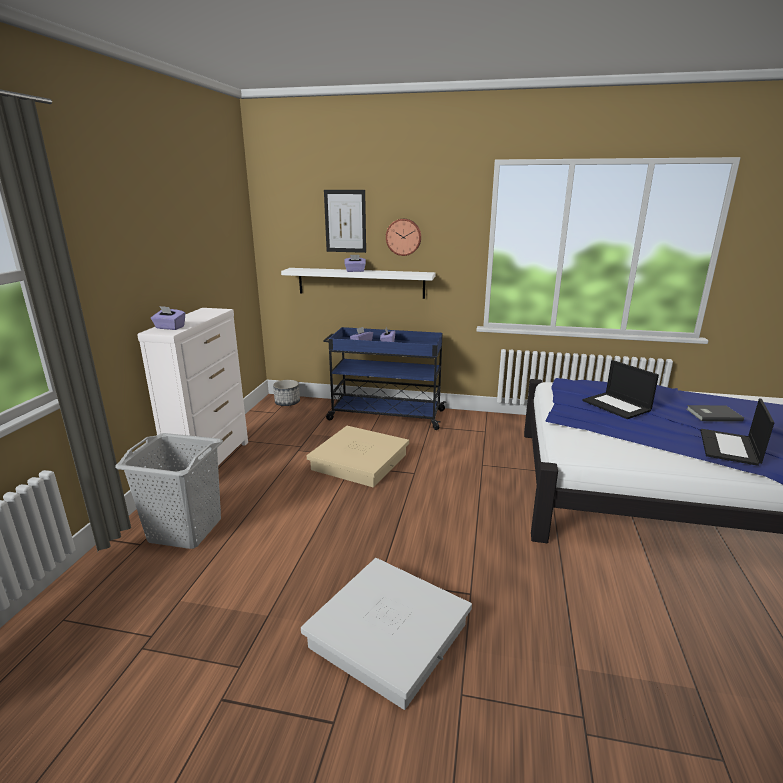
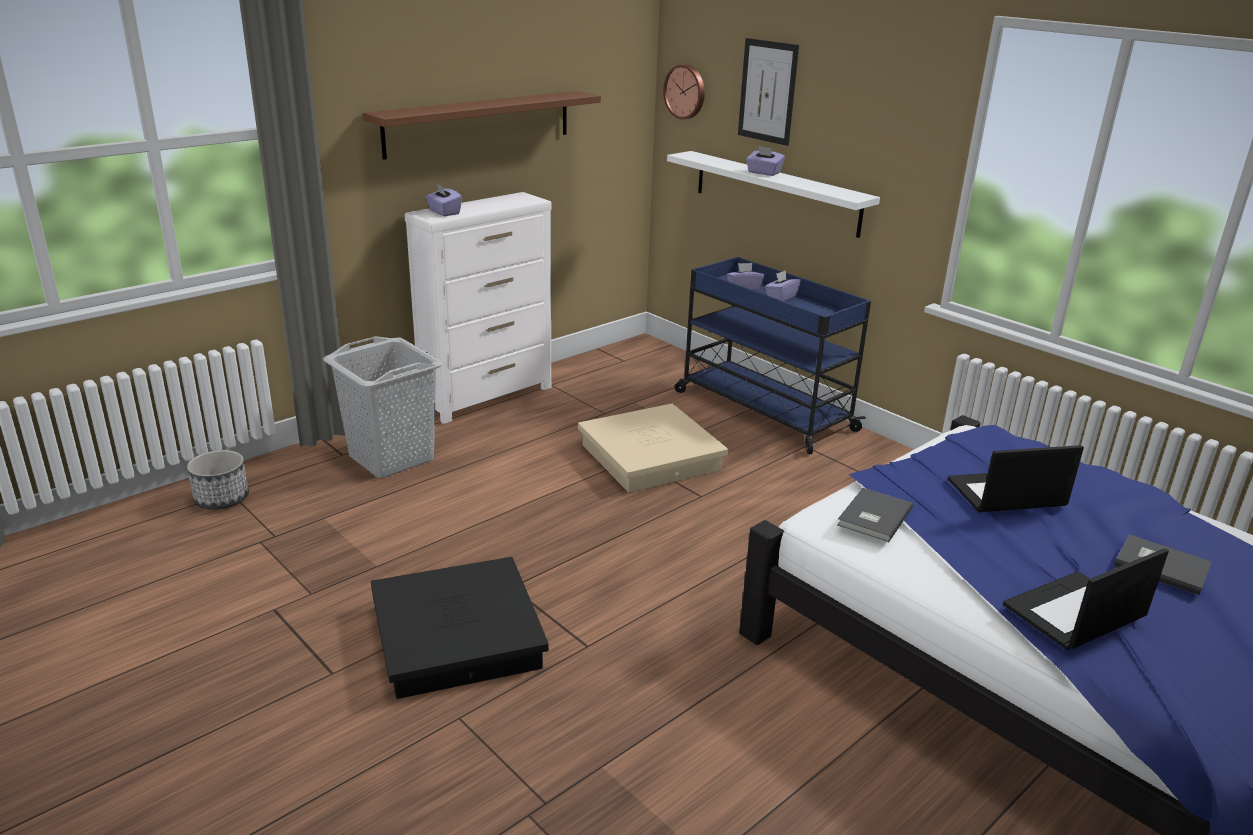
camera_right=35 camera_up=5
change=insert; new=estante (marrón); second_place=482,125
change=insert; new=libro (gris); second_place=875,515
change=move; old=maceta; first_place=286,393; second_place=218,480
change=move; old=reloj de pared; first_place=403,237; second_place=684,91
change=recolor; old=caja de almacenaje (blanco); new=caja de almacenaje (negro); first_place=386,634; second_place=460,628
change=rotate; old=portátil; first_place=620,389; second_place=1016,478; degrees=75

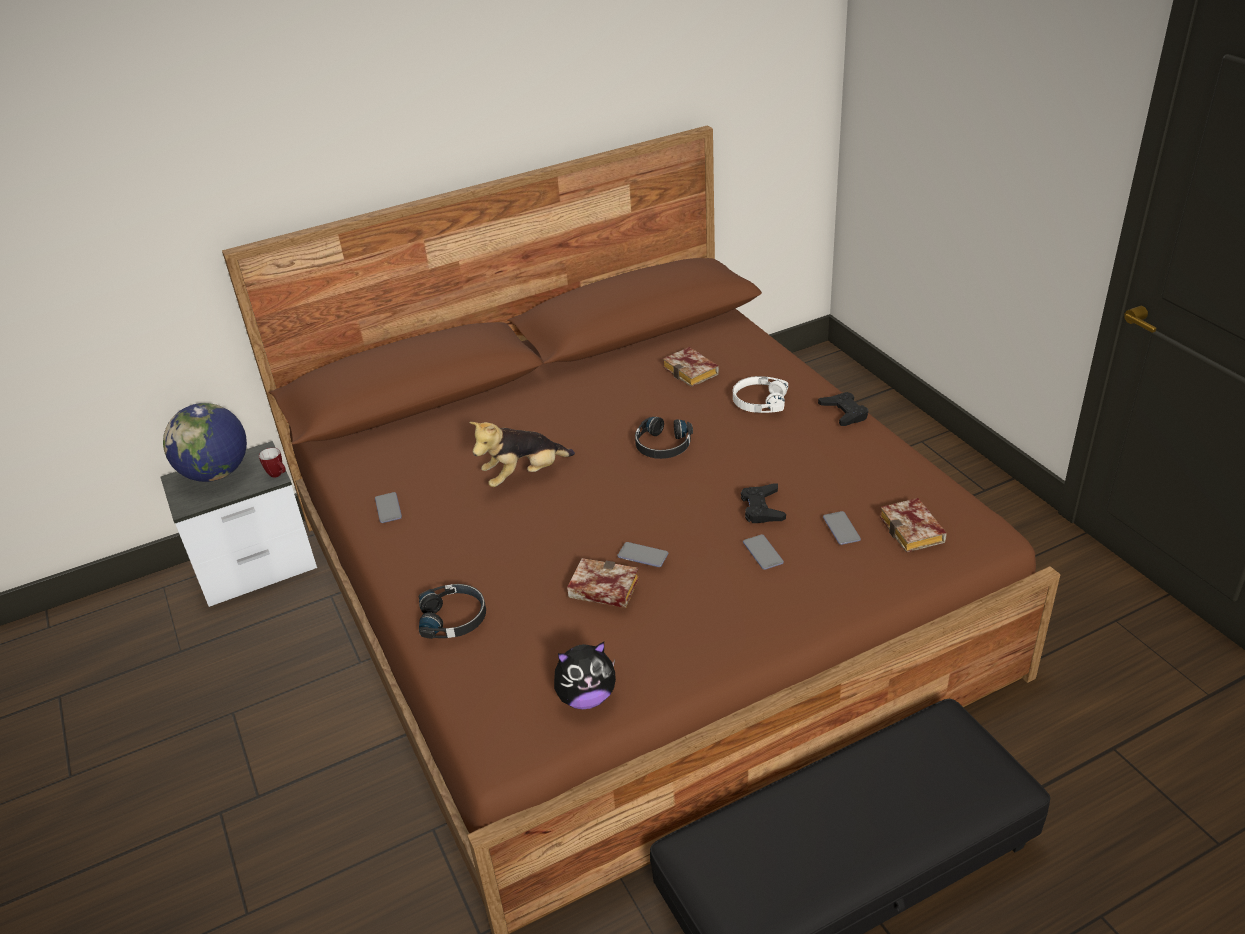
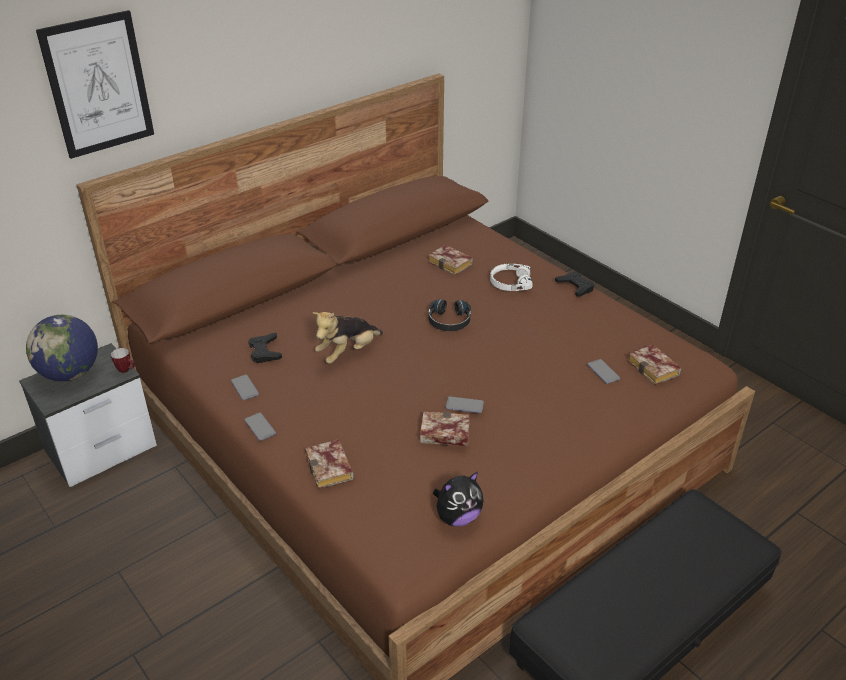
camera_right=-15 camera_up=0
change=insert; new=cuadro; second_place=95,84
change=move; old=mando de consola (negro); first_place=763,503; second_place=265,348
change=move; old=móvil; first_place=763,552; second_place=260,427
change=replace; old=auriculares (negro); new=libro; first_place=452,611; second_place=329,464

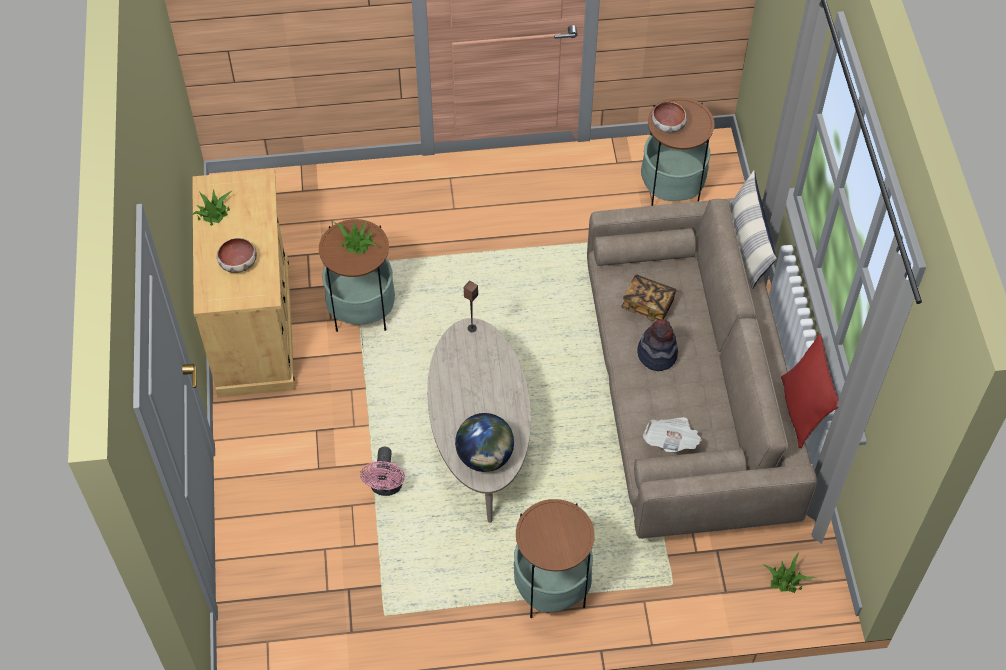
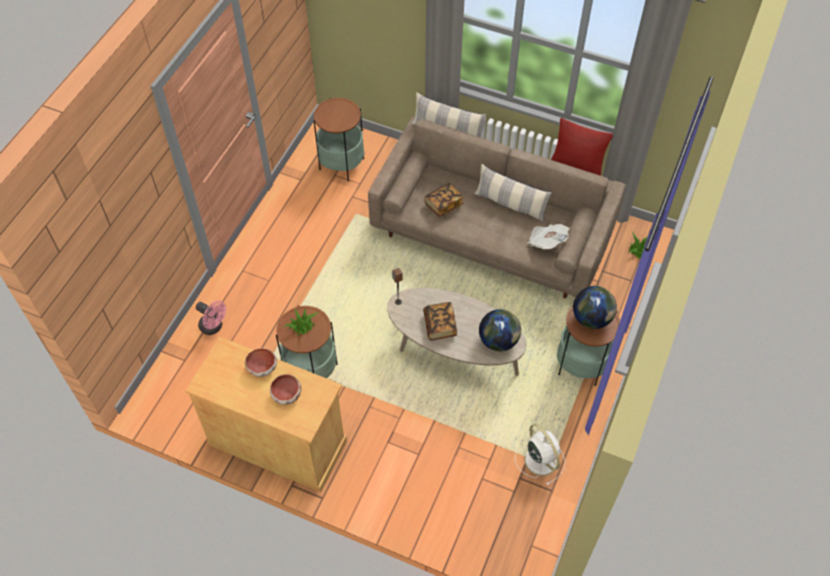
camera_right=-60 camera_up=0
change=delete; old=planta en maceta; first_place=212,207
change=delete; old=sombrero; first_place=657,345
change=insert; new=libro; second_place=440,321
change=insert; new=cojín; second_place=513,193
change=insert; new=ventilador (blanco); second_place=540,454
change=insert; new=globo terráqueo; second_place=595,307
change=move; old=ventilador (rosa); first_place=382,471; second_place=211,318
change=move; old=cuenco; first_place=669,117; second_place=261,362

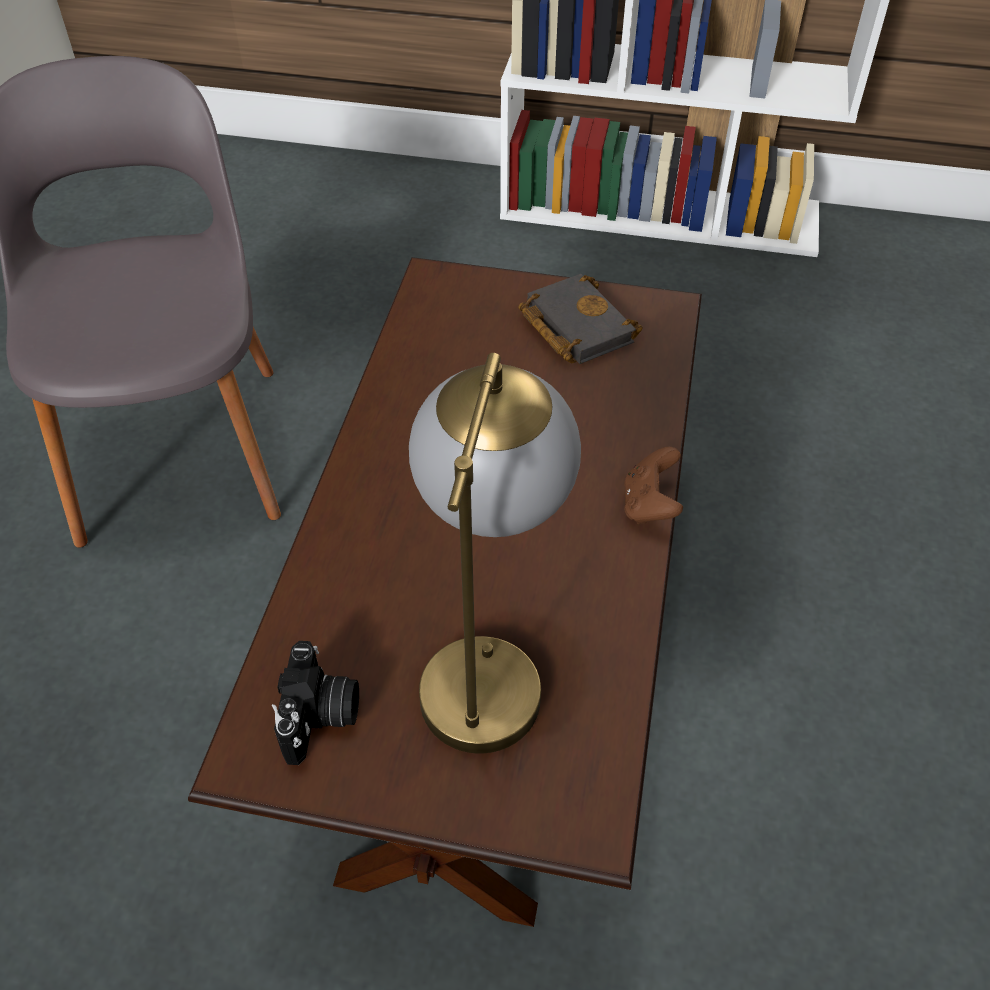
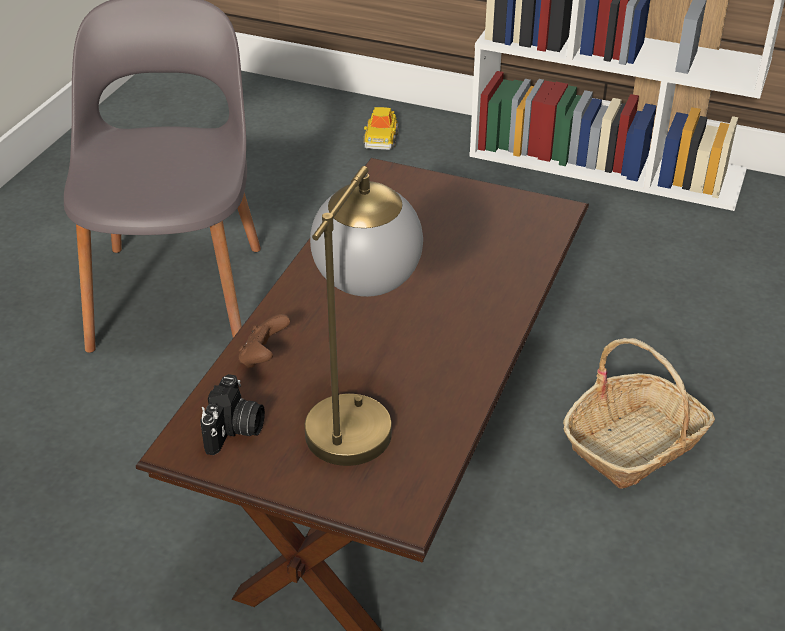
camera_right=10 camera_up=-10
change=delete; old=libro (negro); first_place=580,319
change=insert; new=coche de juguete; second_place=381,128
change=insert; new=cesta; second_place=639,413
change=move; old=mando de consola (marrón); first_place=653,485; second_place=264,341

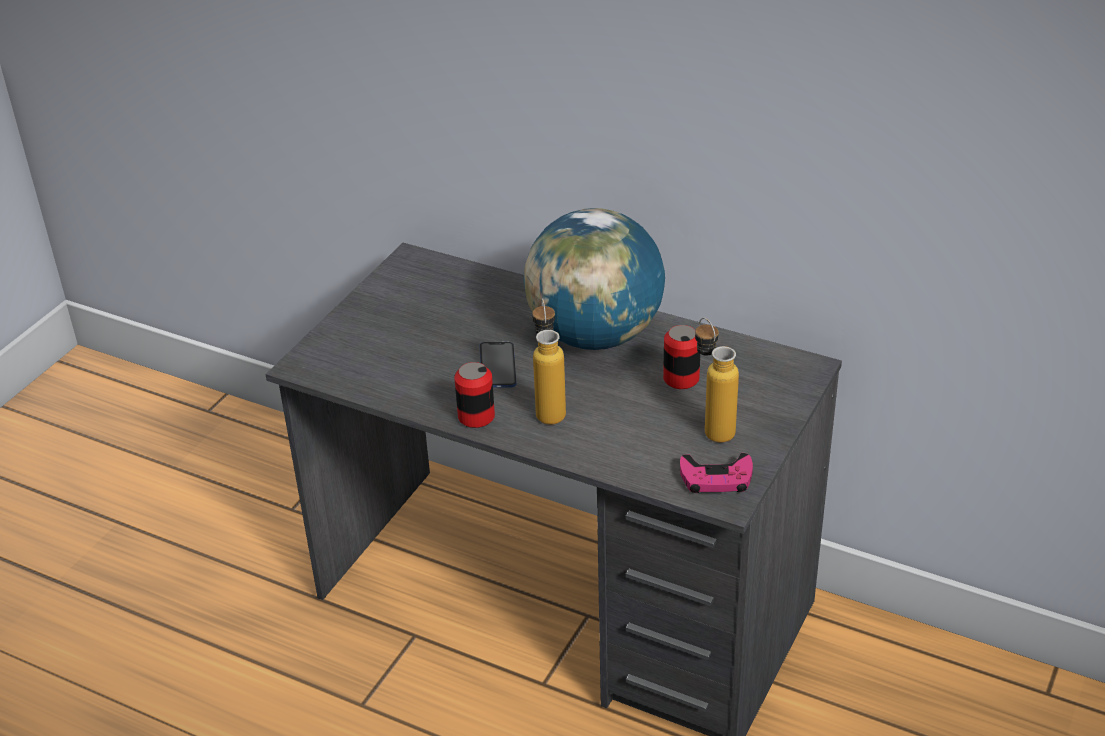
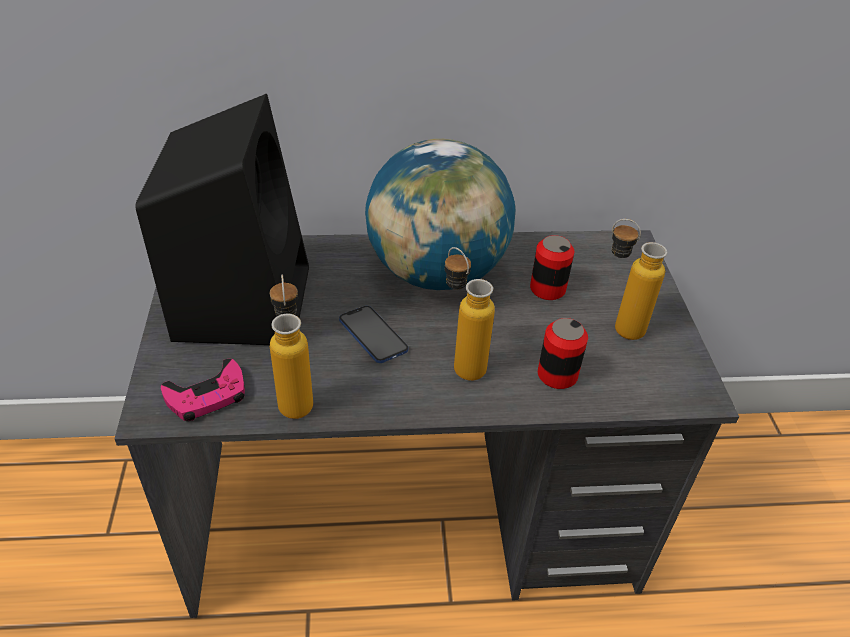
camera_right=-35 camera_up=5
change=insert; new=altavoz (negro); second_place=222,219
change=insert; new=botella; second_place=291,346
change=move; old=lata; first_place=474,395; second_place=563,353
change=move; old=mando de consola (rosa); first_place=716,473; second_place=203,390

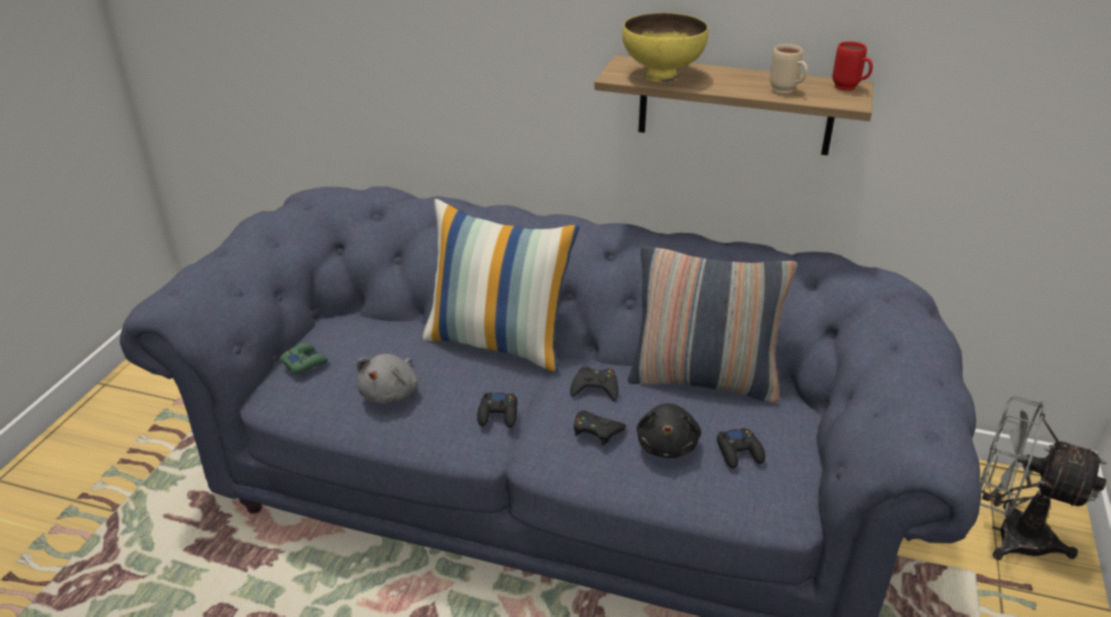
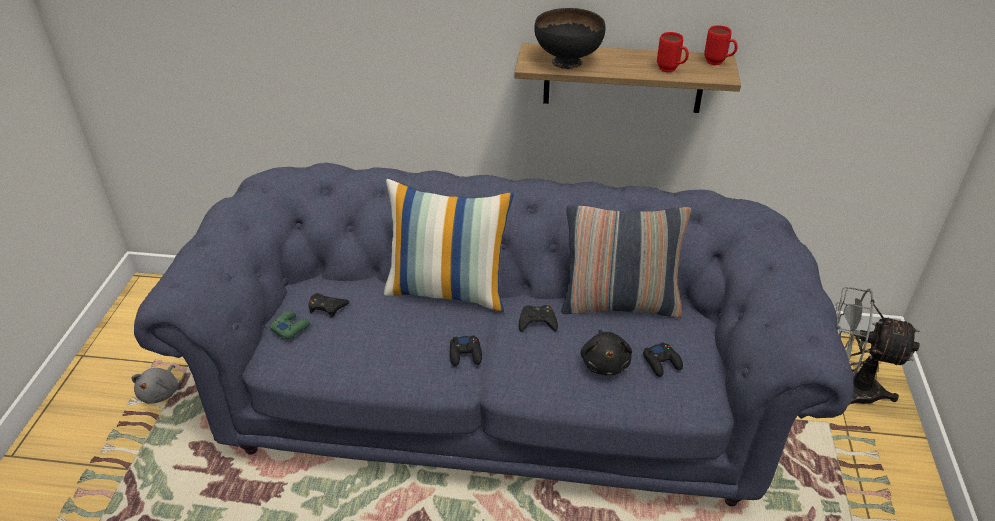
camera_right=-10 camera_up=5
change=move; old=peluche (gris); first_place=387,379; second_place=155,384
change=move; old=mando de consola (negro); first_place=600,428; second_place=328,305
change=recolor; old=cuenco (amarillo); new=cuenco (negro); first_place=665,48; second_place=569,38
change=recolor; old=taza grande (beis); new=taza grande (rojo); first_place=788,69; second_place=673,52

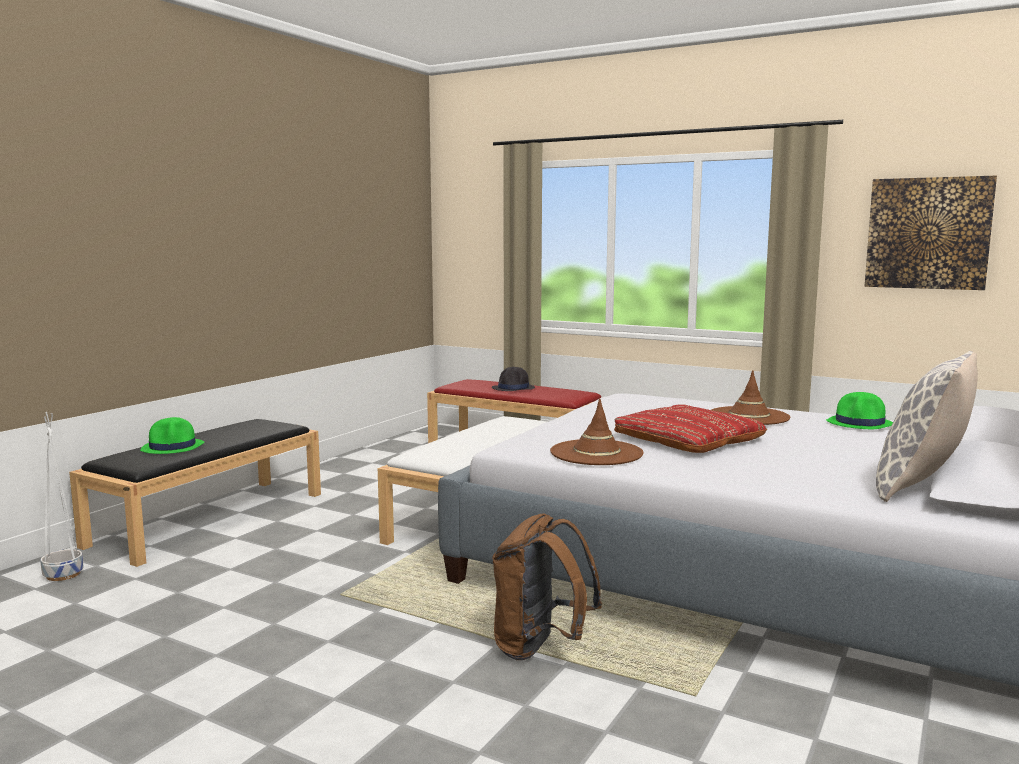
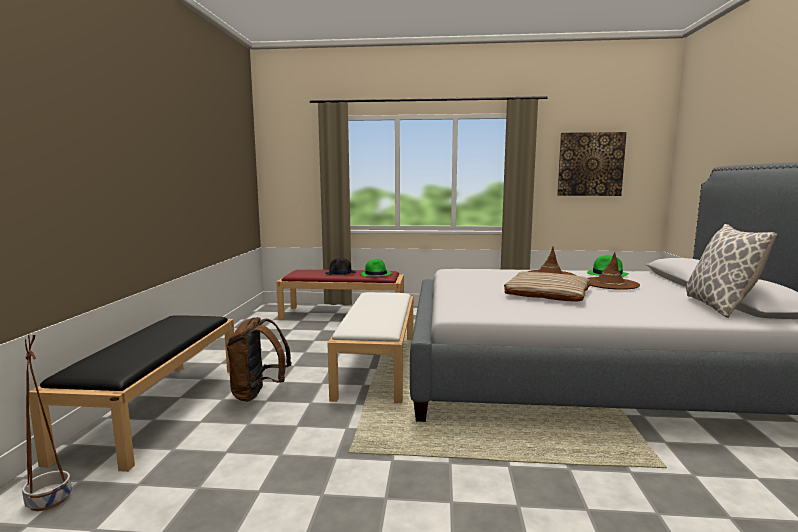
camera_right=-25 camera_up=0
change=move; old=sombrero (verde); first_place=172,435; second_place=376,268
change=move; old=mochila (marrón); first_place=547,586; second_place=259,359
change=move; old=sombrero (marrón); first_place=597,432; second_place=614,271
change=recolor; old=maceta (blanco); new=maceta (marrón); first_place=61,496; second_place=47,422
change=recolor; old=cojín (rojo); new=cojín (beis); first_place=690,428; second_place=547,286

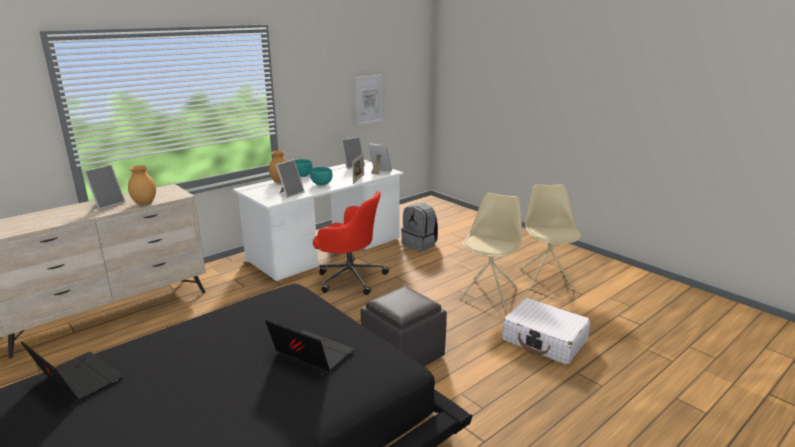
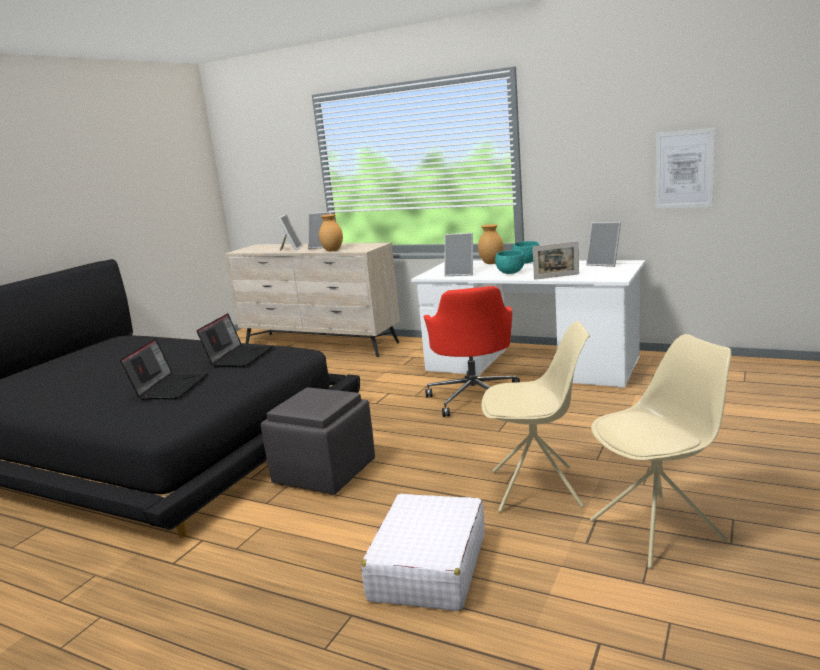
camera_right=70 camera_up=-5
change=delete; old=mochila (gris); first_place=419,227
change=move; old=portátil; first_place=72,371; second_place=235,340
change=move; old=portarretratos; first_place=380,159; second_place=290,232

